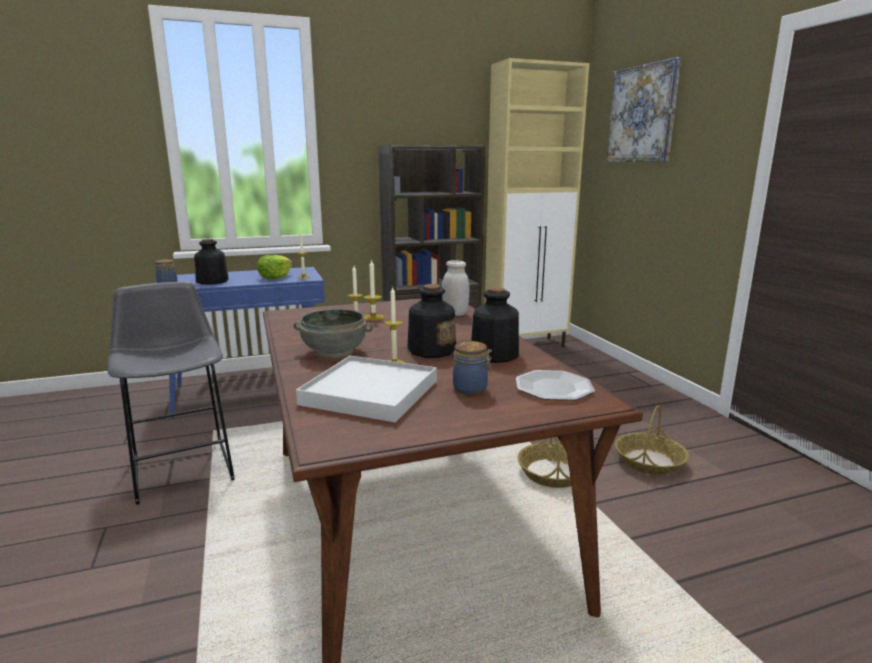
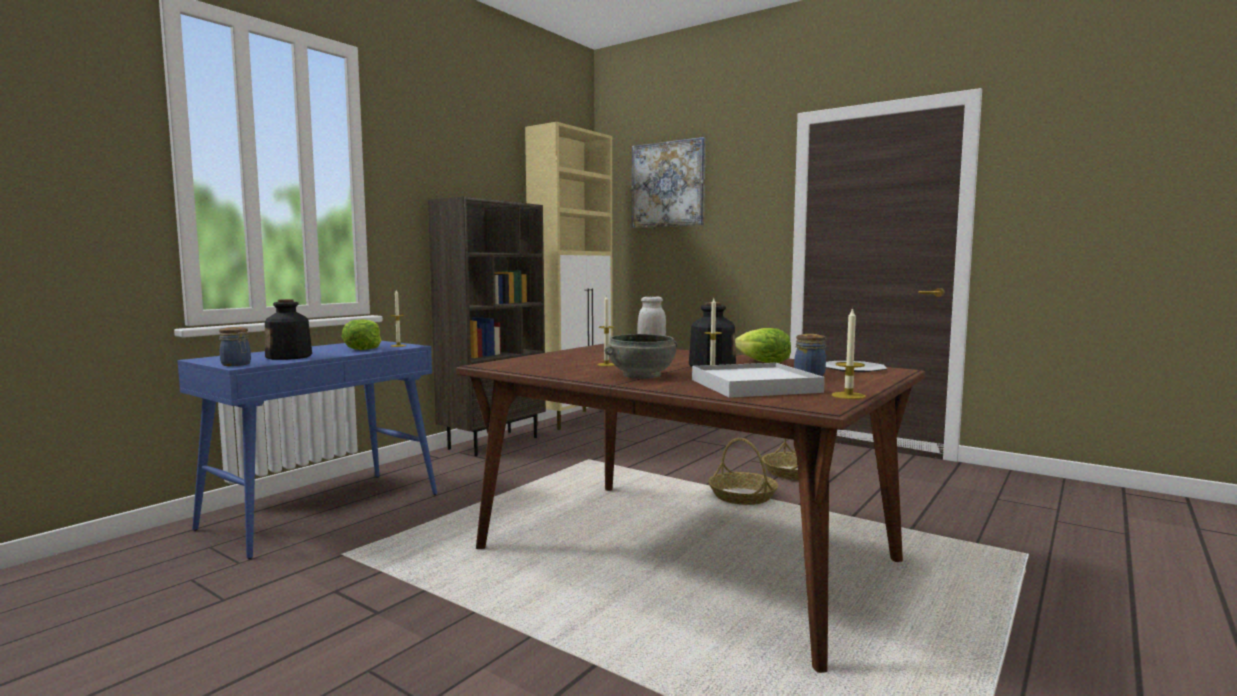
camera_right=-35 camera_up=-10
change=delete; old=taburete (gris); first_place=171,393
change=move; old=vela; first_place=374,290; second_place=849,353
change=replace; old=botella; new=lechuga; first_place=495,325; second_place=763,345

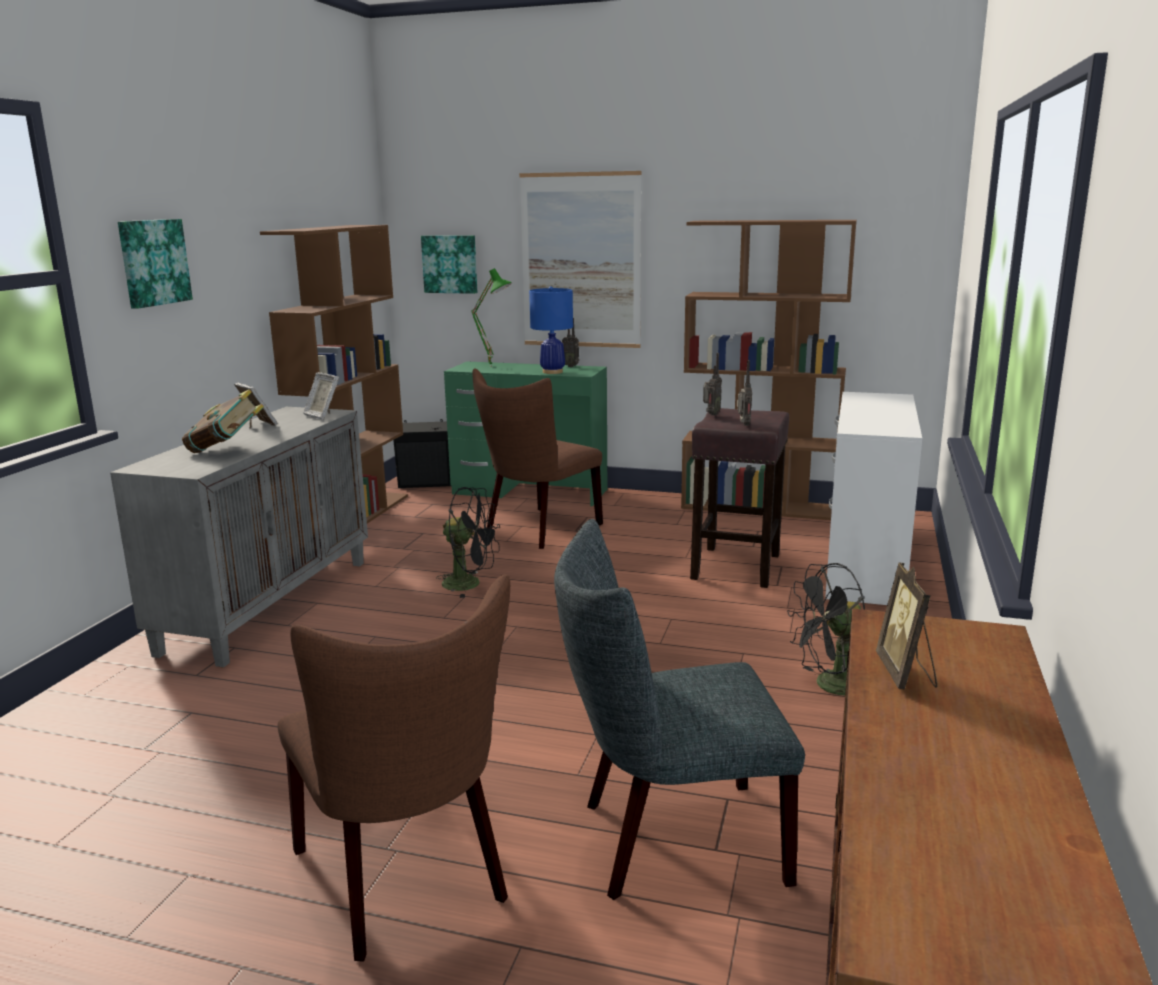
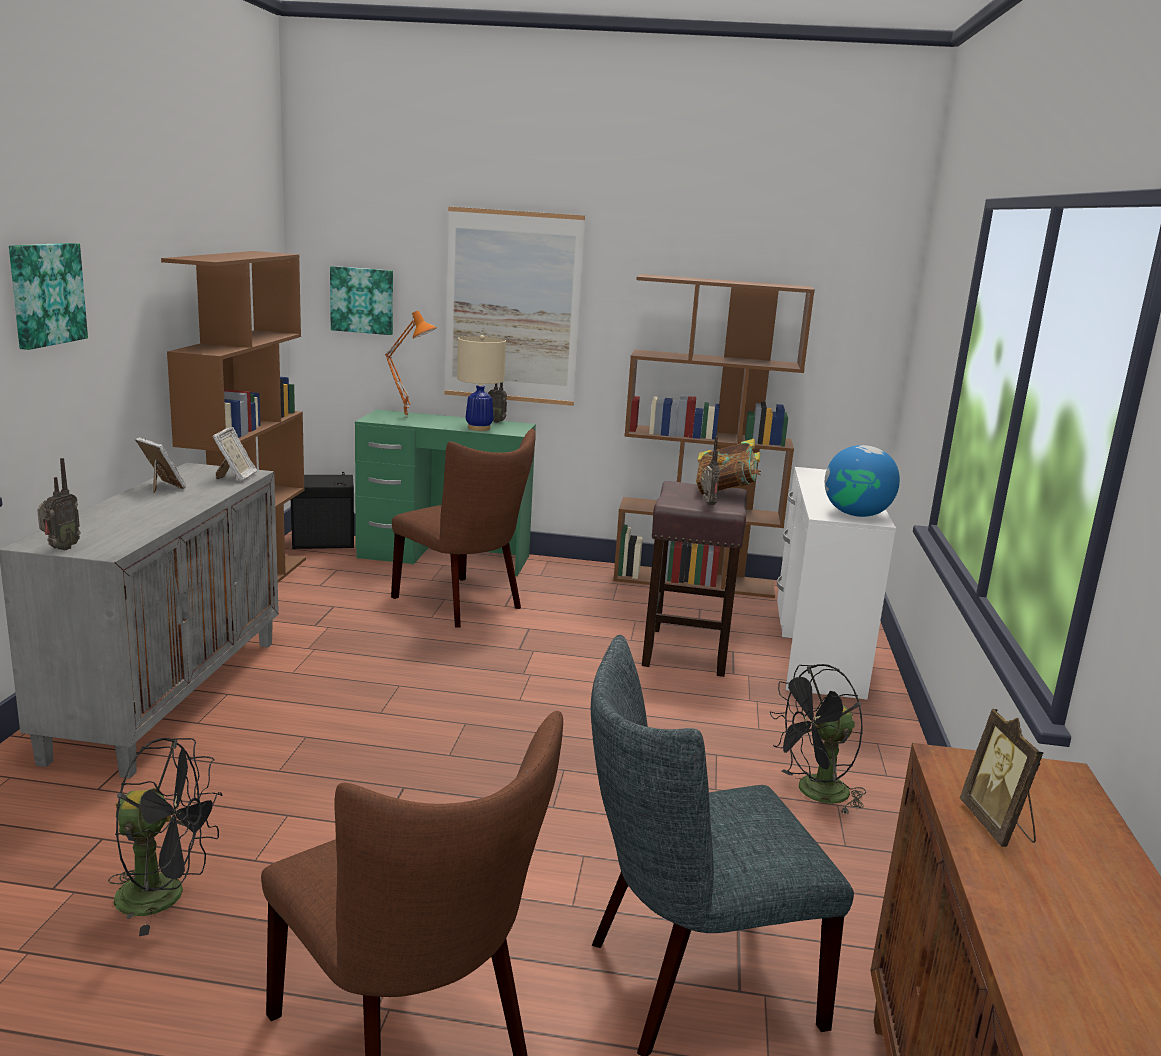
camera_right=-10 camera_up=0
change=insert; new=globo terráqueo; second_place=862,481
change=move; old=libro; first_place=223,421; second_place=728,467
change=move; old=ventilador (negro); first_place=468,542; second_place=165,837
change=move; old=radio; first_place=712,384; second_place=59,504
change=recolor; old=lámpara de mesa (verde); new=lámpara de mesa (naranja); first_place=491,317; second_place=411,364
change=recolor; old=lámpara de mesa (azul); new=lámpara de mesa (beis); first_place=551,330; second_place=481,383
change=rotate; old=portarretratos; first_place=321,396; second_place=234,454; degrees=-120
change=rotate; old=silla (marrón); first_place=538,458; second_place=463,528; degrees=-75

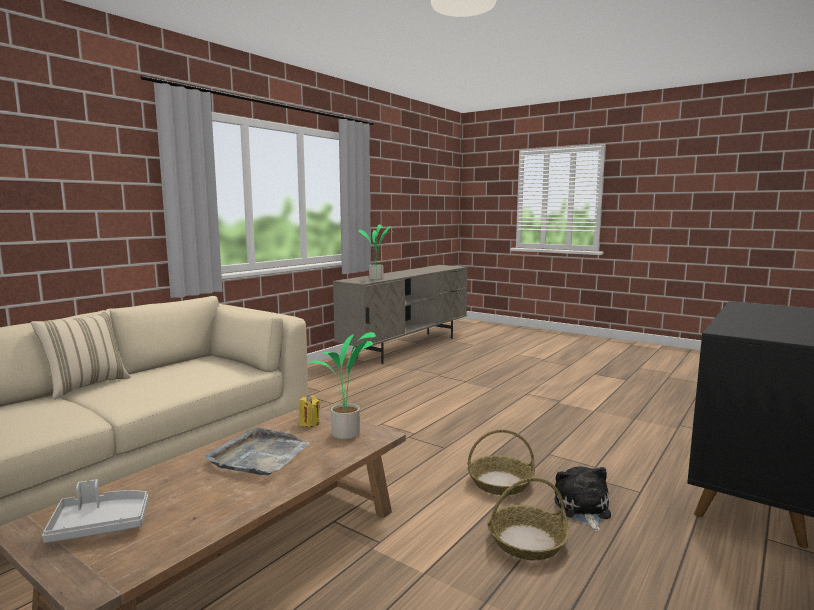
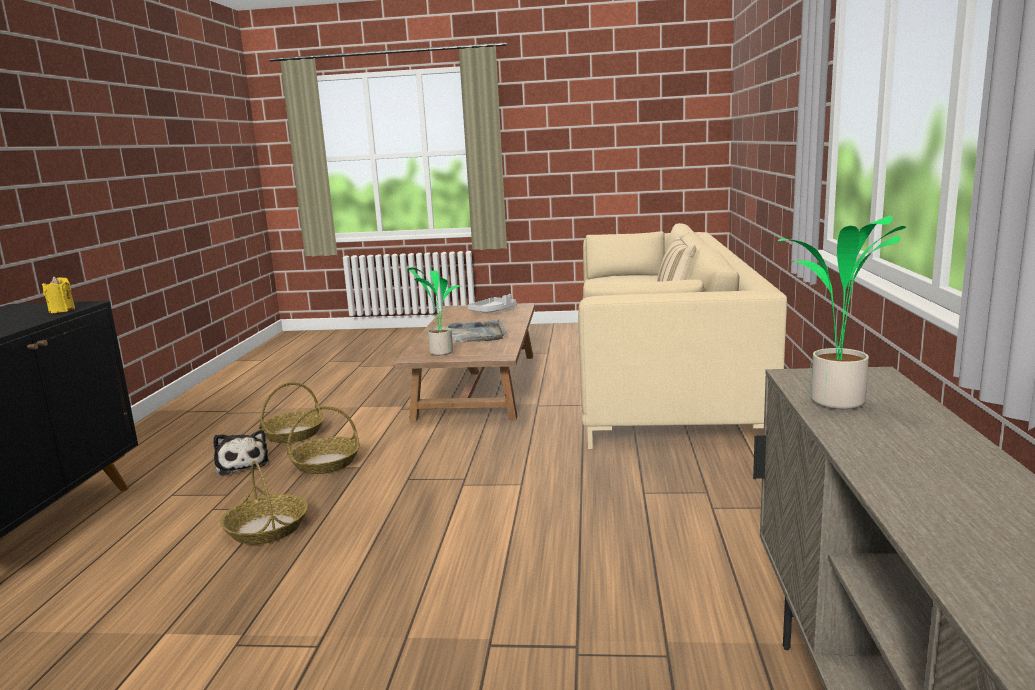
camera_right=150 camera_up=5
change=insert; new=cesta; second_place=264,502
change=move; old=vela (amarillo); first_place=309,411; second_place=58,294

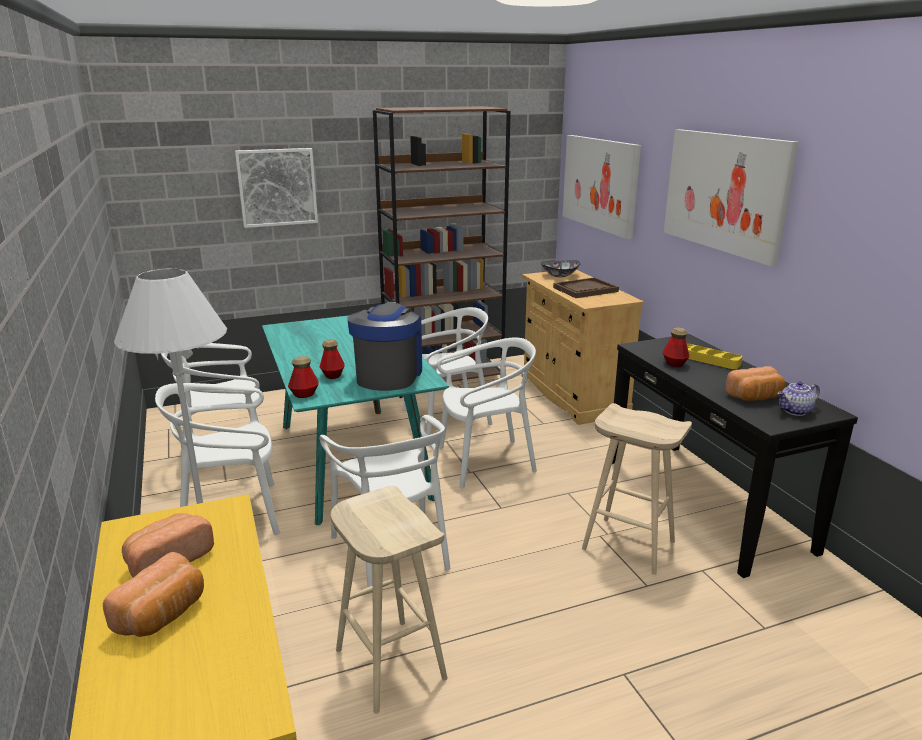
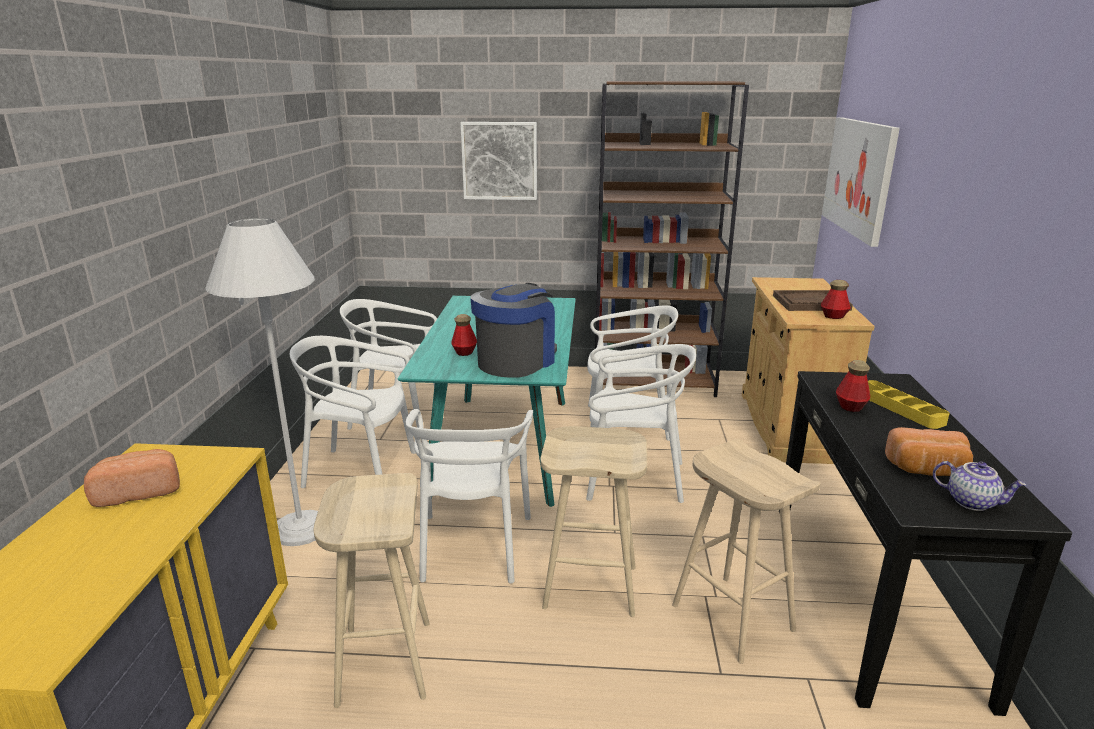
camera_right=25 camera_up=0
change=delete; old=pan; first_place=153,594
change=delete; old=cuenco; first_place=561,268
change=delete; old=cuadro; first_place=731,197
change=insert; new=taburete (beis); second_place=594,521
change=move; old=botella; first_place=303,377; second_place=836,299
change=rotate; old=tetera; first_place=798,398; second_place=980,486; degrees=-150

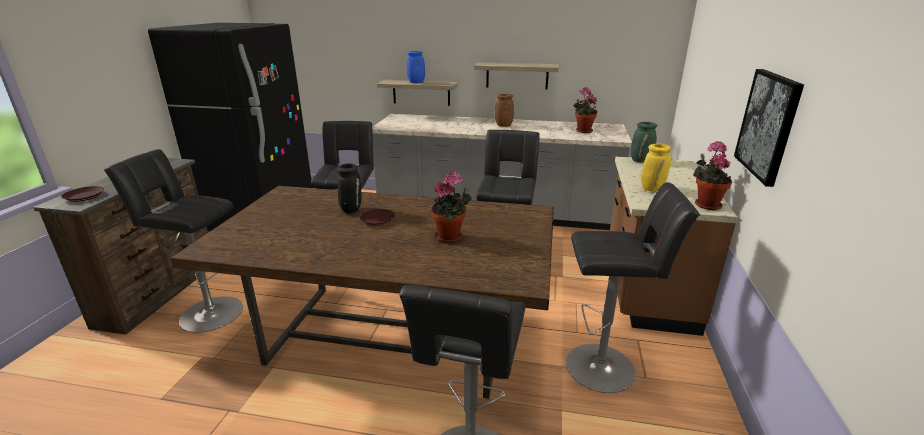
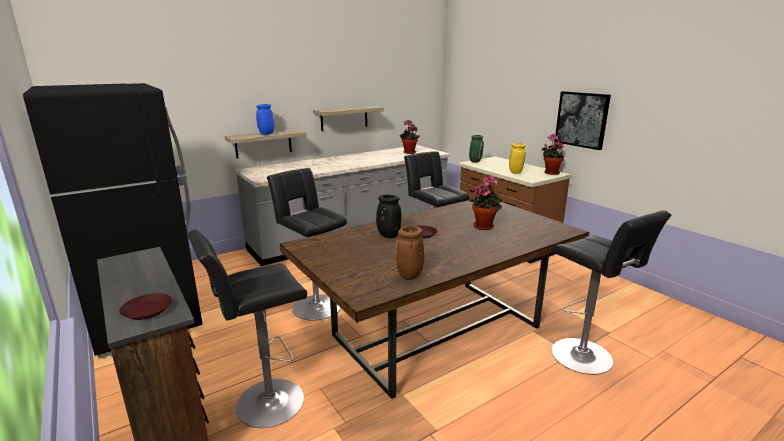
camera_right=-45 camera_up=-5
change=delete; old=taburete (negro); first_place=633,287
change=move; old=florero (marrón); first_place=504,110; second_place=410,253

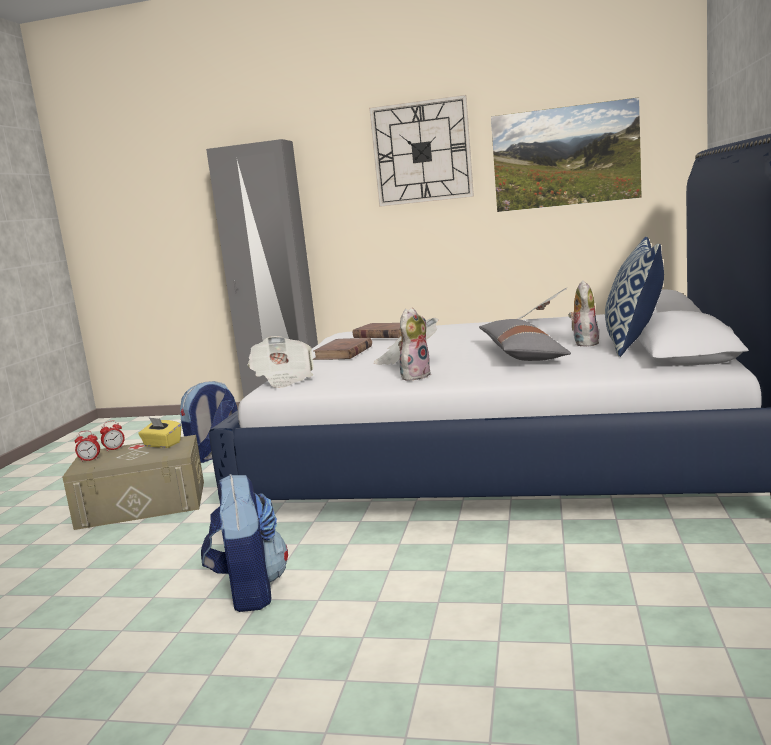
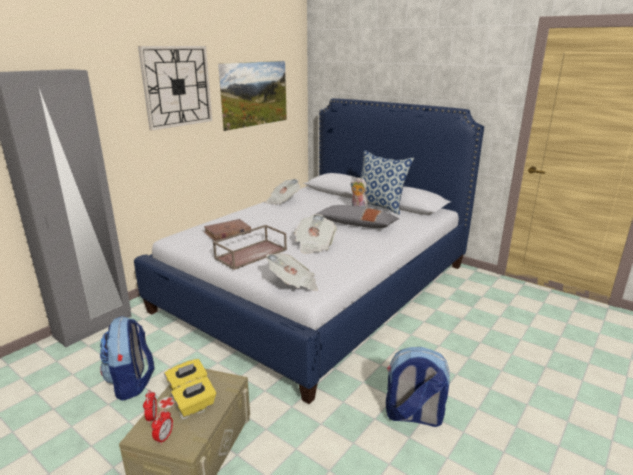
camera_right=-65 camera_up=10
change=delete; old=peluche; first_place=415,344
change=insert; new=caja de pañuelos (amarillo); second_place=193,397
change=replace; old=libro (marrón); new=bandeja (marrón); first_place=342,349; second_place=250,247

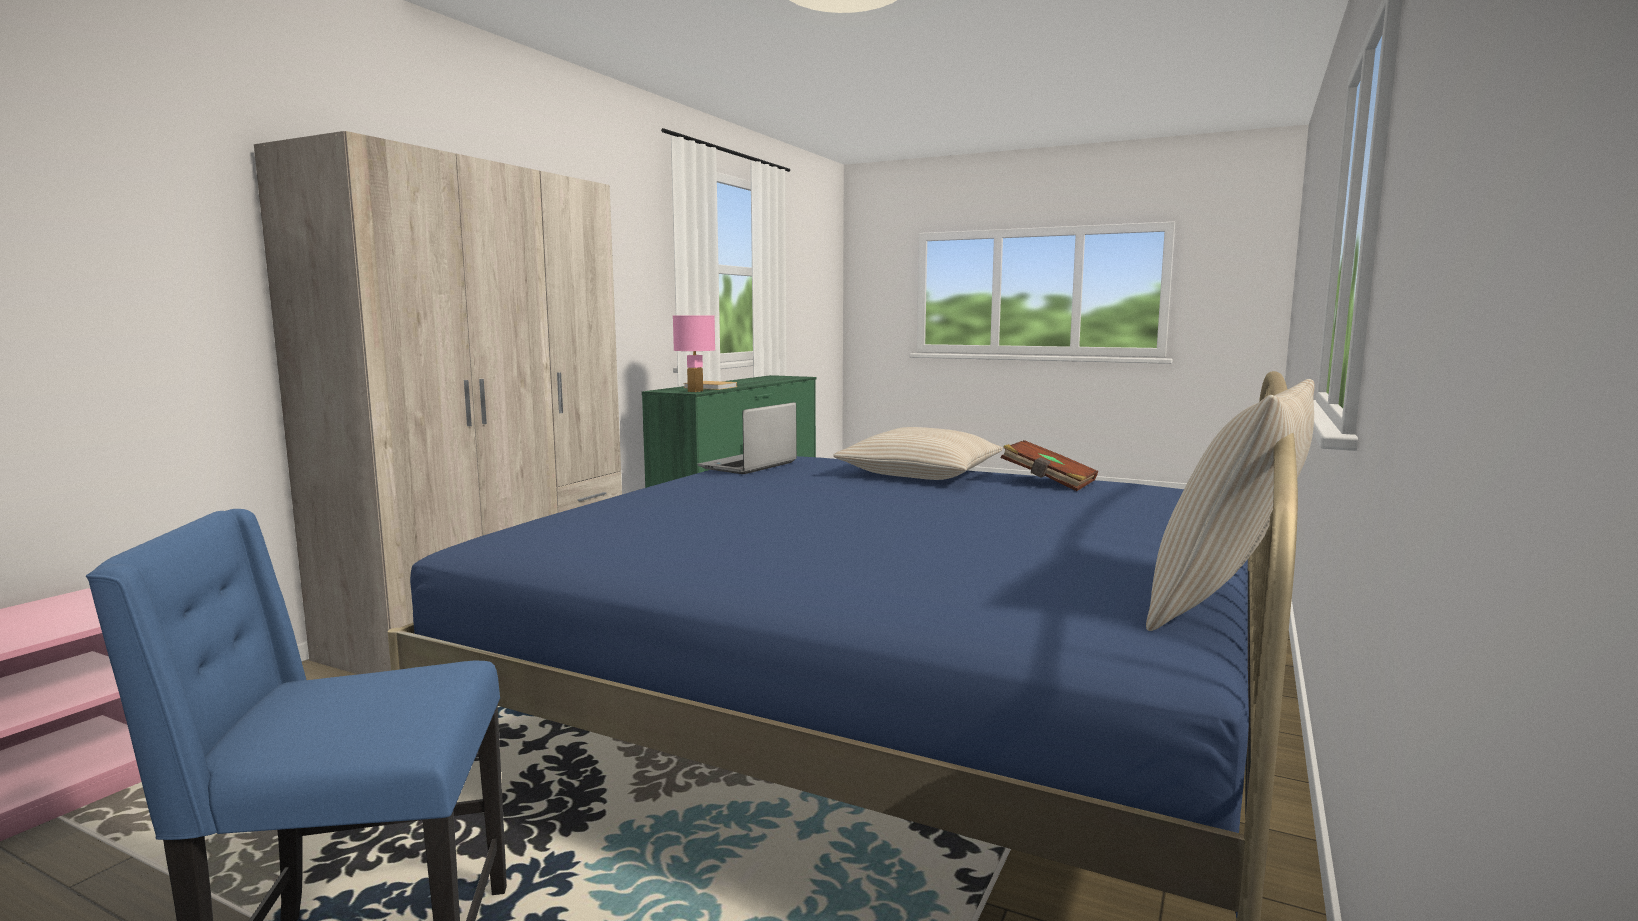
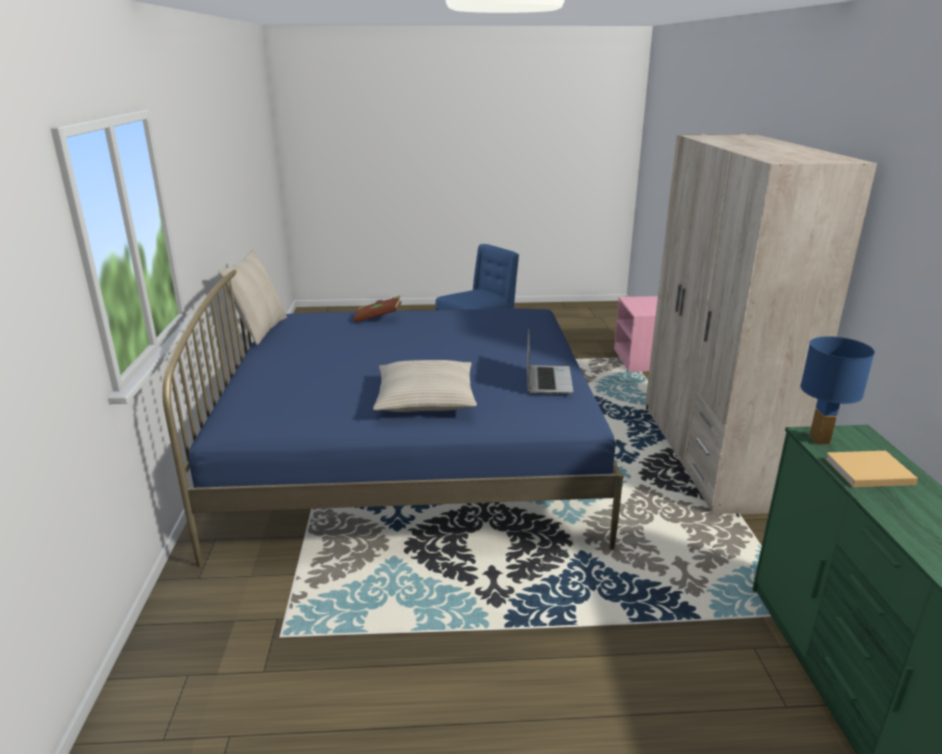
camera_right=150 camera_up=15
change=move; old=libro (marrón); first_place=1049,465; second_place=377,309
change=recolor; old=lámpara de mesa (rosa); new=lámpara de mesa (azul); first_place=694,354; second_place=837,390

